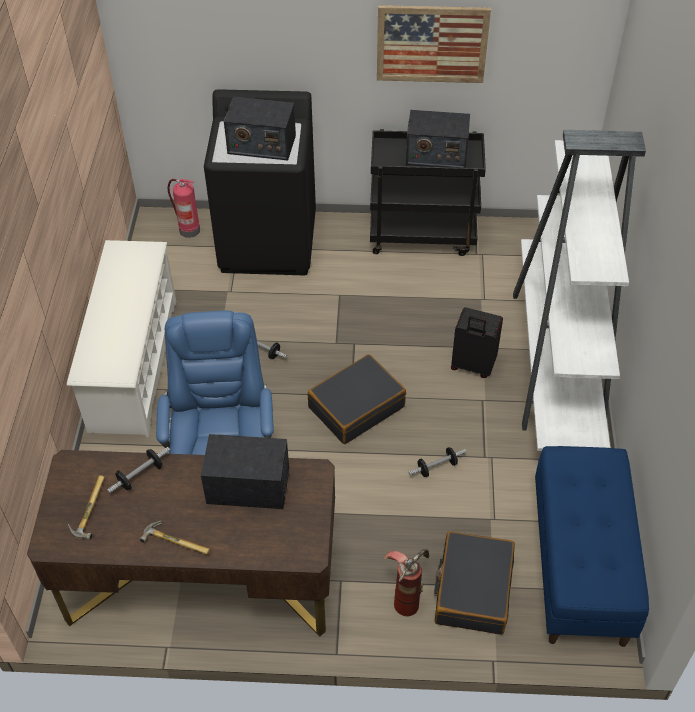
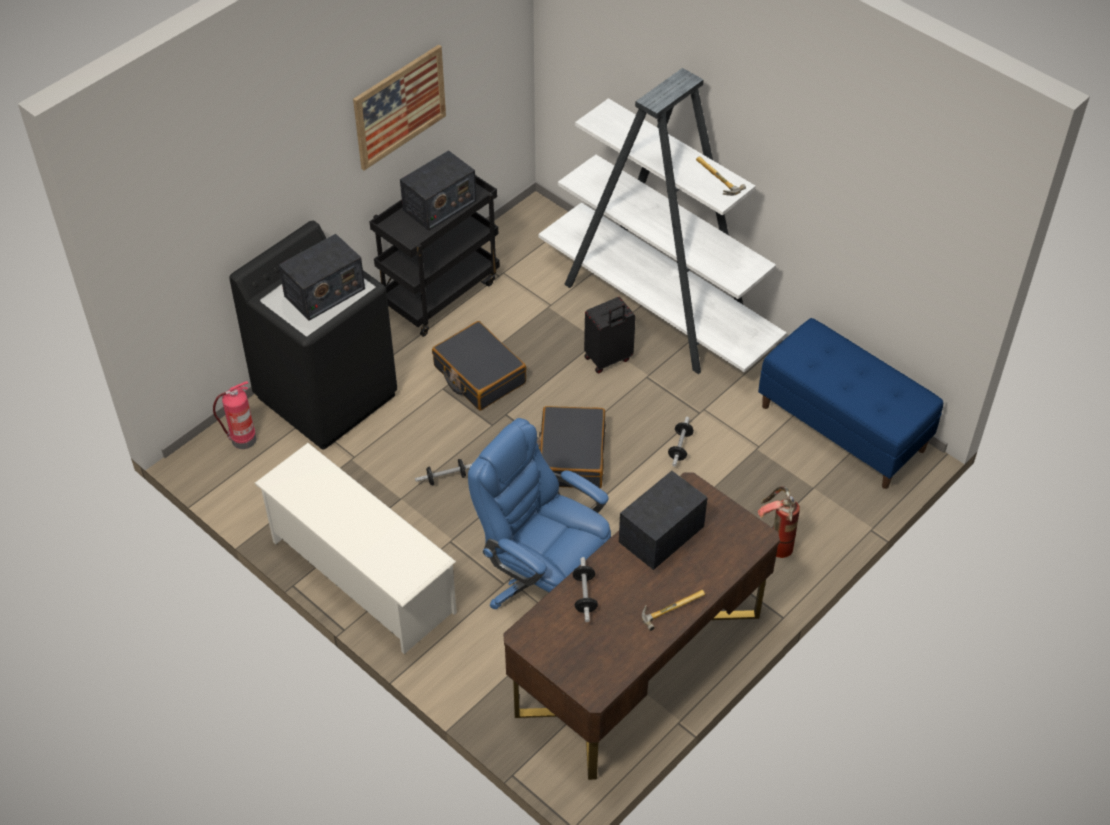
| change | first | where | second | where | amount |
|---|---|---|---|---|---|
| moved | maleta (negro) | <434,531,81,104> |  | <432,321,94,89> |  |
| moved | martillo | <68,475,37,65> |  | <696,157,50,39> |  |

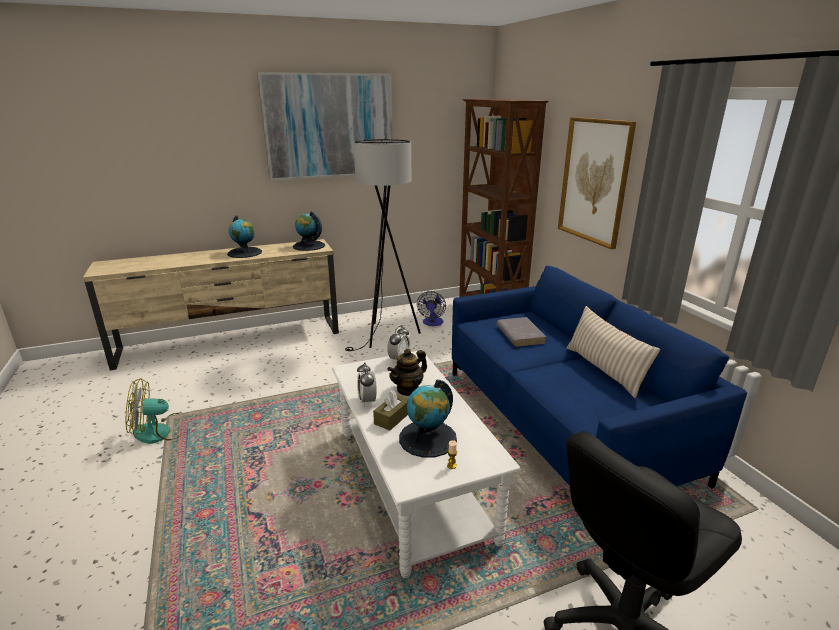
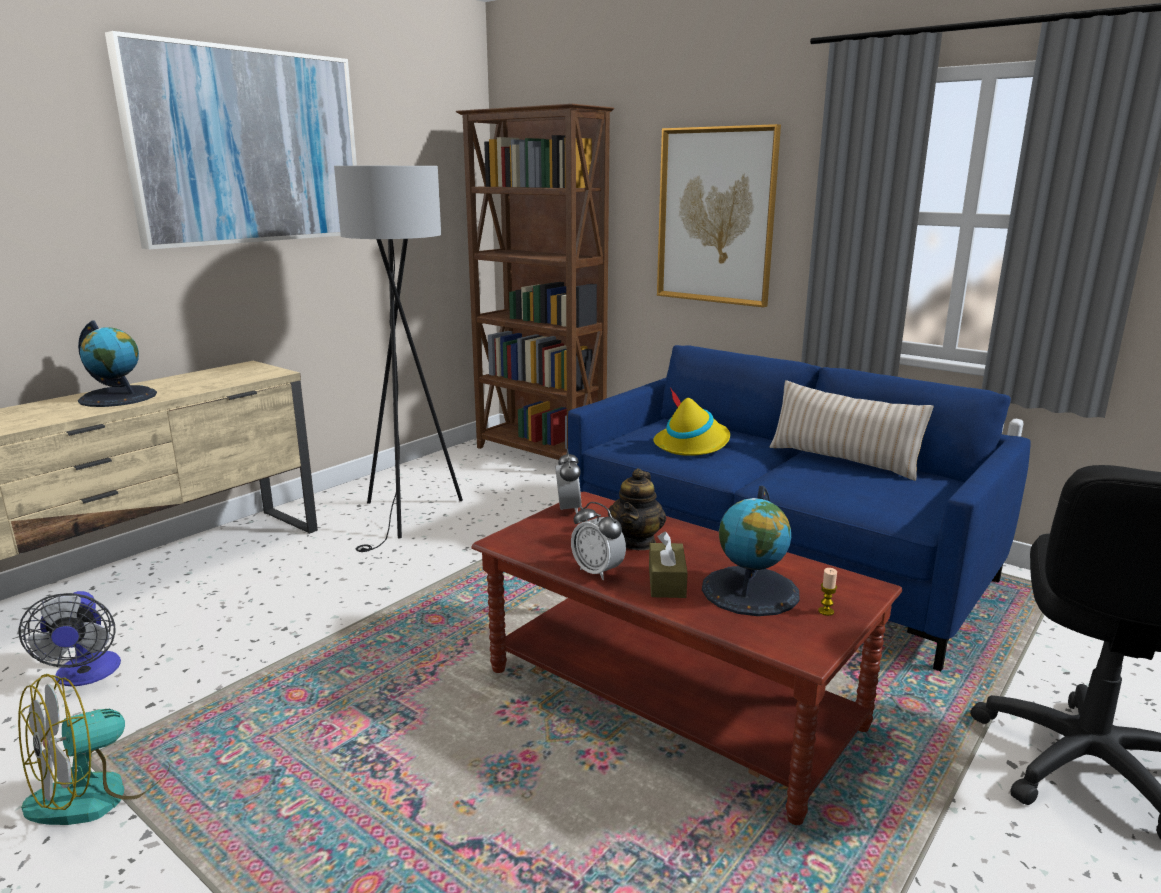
| change | first | where | second | where | amount |
|---|---|---|---|---|---|
| moved | ventilador | <417,291,29,35> |  | <18,591,103,96> |  |
| recoloured | mesa de centro (blanco) | <332,351,188,227> | mesa de centro (marrón) | <471,492,431,333> |  |
| replaced | libro (gris) | <496,317,50,30> | sombrero (amarillo) | <653,388,77,68> |  |
| removed | globo terráqueo | <293,211,32,40> |  |  |  |

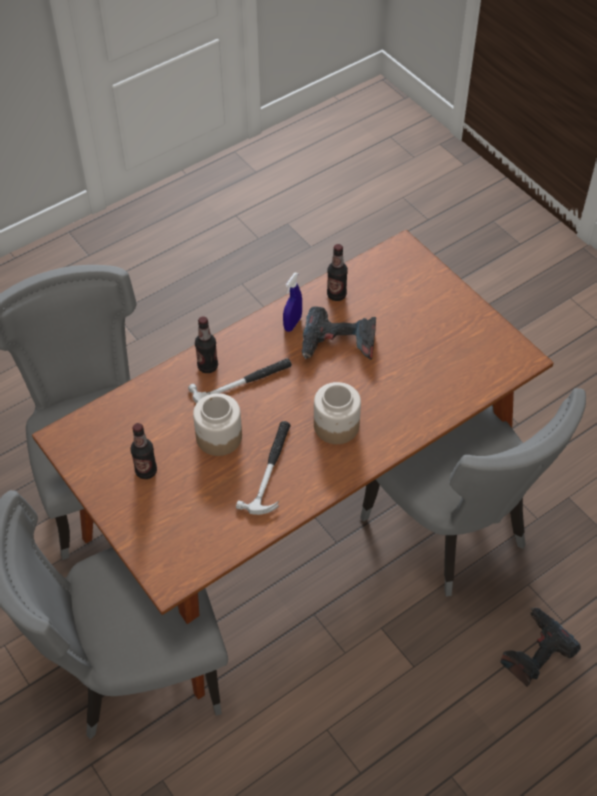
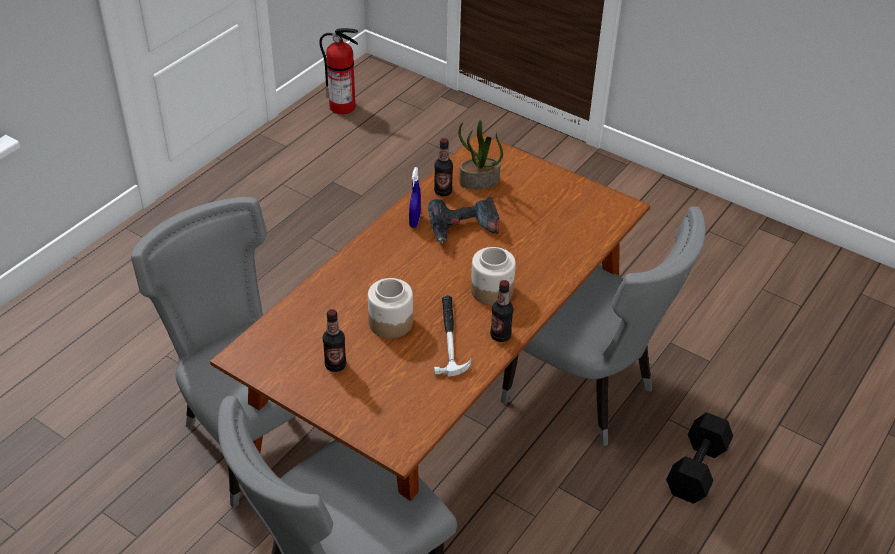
| change | first | where | second | where | amount |
|---|---|---|---|---|---|
| added |  |  | extintor | <319,28,39,86> |  |
| added |  |  | planta en maceta | <458,120,45,70> |  |
| moved | botella | <195,317,23,56> |  | <490,280,24,62> |  |
| replaced | taladro | <500,608,81,79> | mancuerna (negro) | <666,413,67,91> |  |
| removed | martillo | <188,358,104,46> |  |  |  |

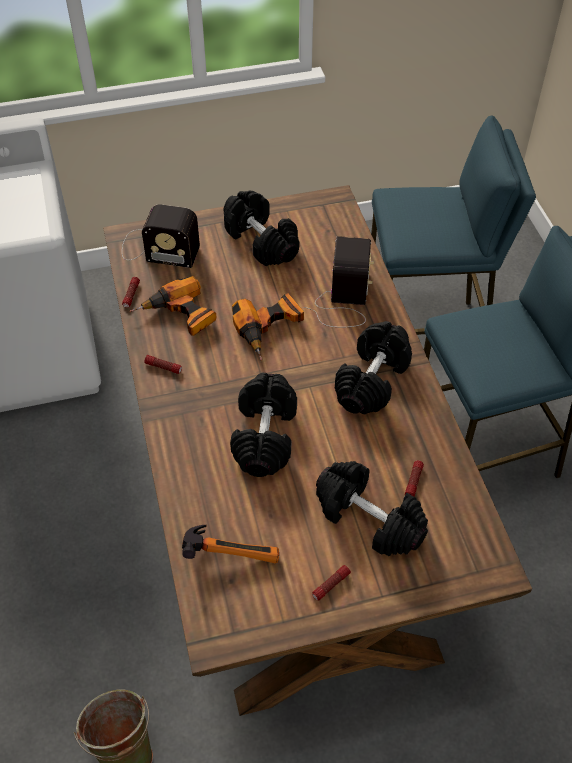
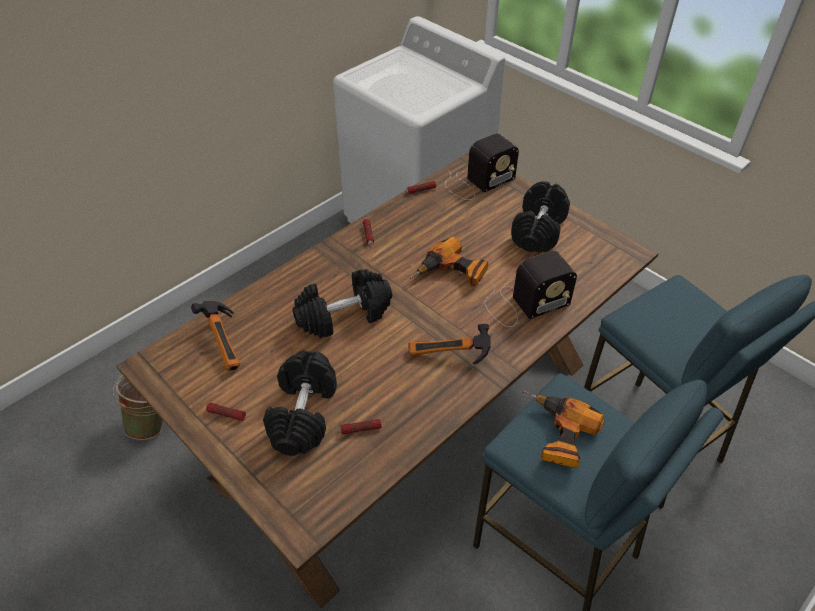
| change | first | where | second | where | amount |
|---|---|---|---|---|---|
| replaced | mancuerna (negro) | <335,321,77,93> | martillo | <408,324,83,41> |  |
| turned | radio | <122,204,78,64> |  | <445,133,74,67> | 105 degrees counterclockwise |
| moved | taladro | <129,276,87,60> |  | <523,391,81,77> |  |

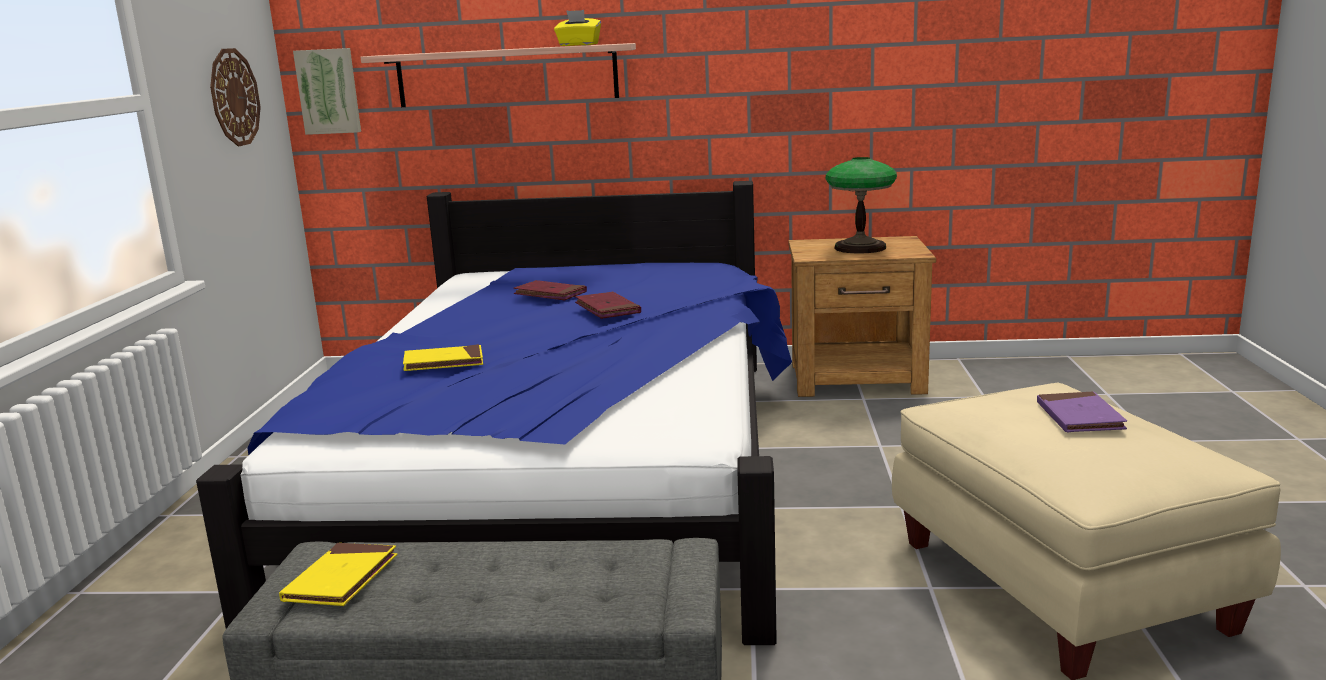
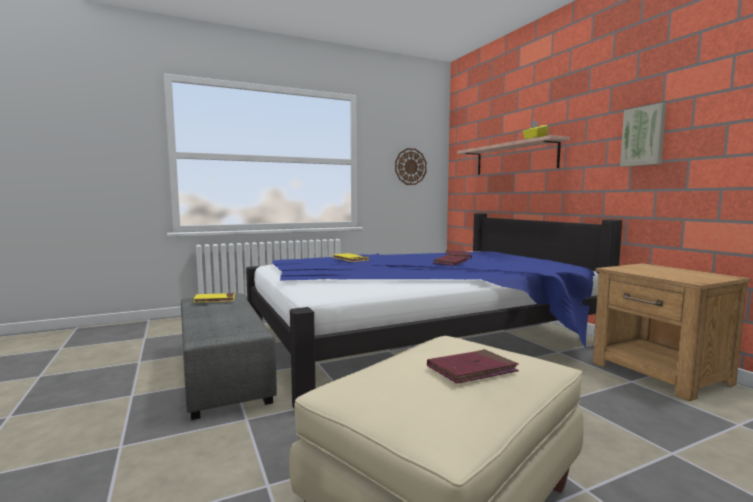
| change | first | where | second | where | amount |
|---|---|---|---|---|---|
| recoloured | libro (morado) | <1037,392,90,40> | libro (rojo) | <427,349,92,35> |  |
| moved | cuadro | <293,48,68,87> |  | <620,103,46,64> |  |
| removed | lámpara de mesa | <826,157,71,97> |  |  |  |

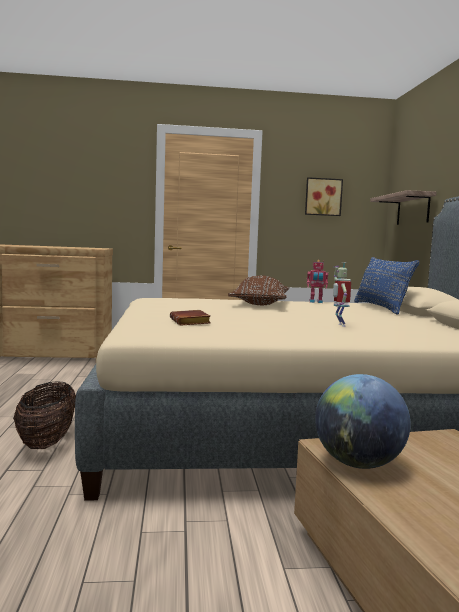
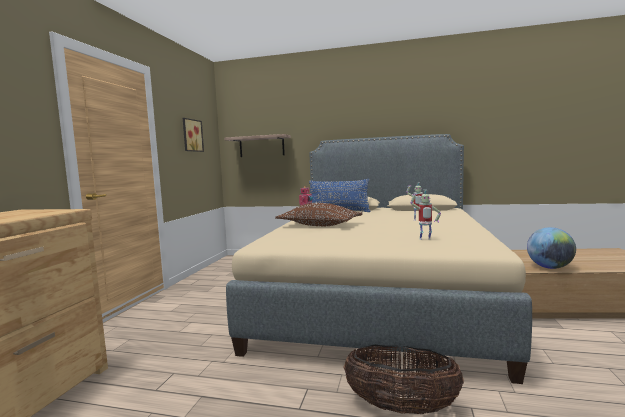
| change | first | where | second | where | amount |
|---|---|---|---|---|---|
| replaced | libro (marrón) | <170,310,41,16> | robot de juguete | <410,190,31,50> |  |

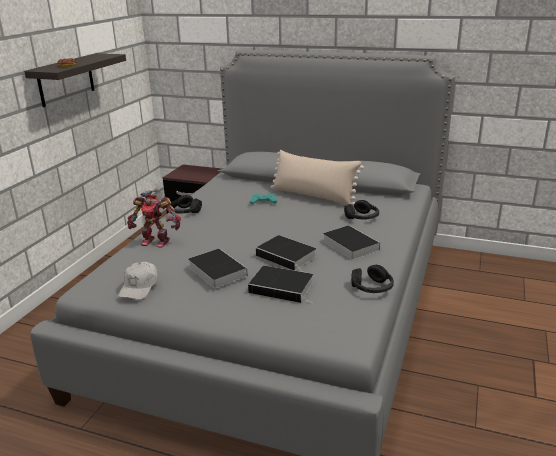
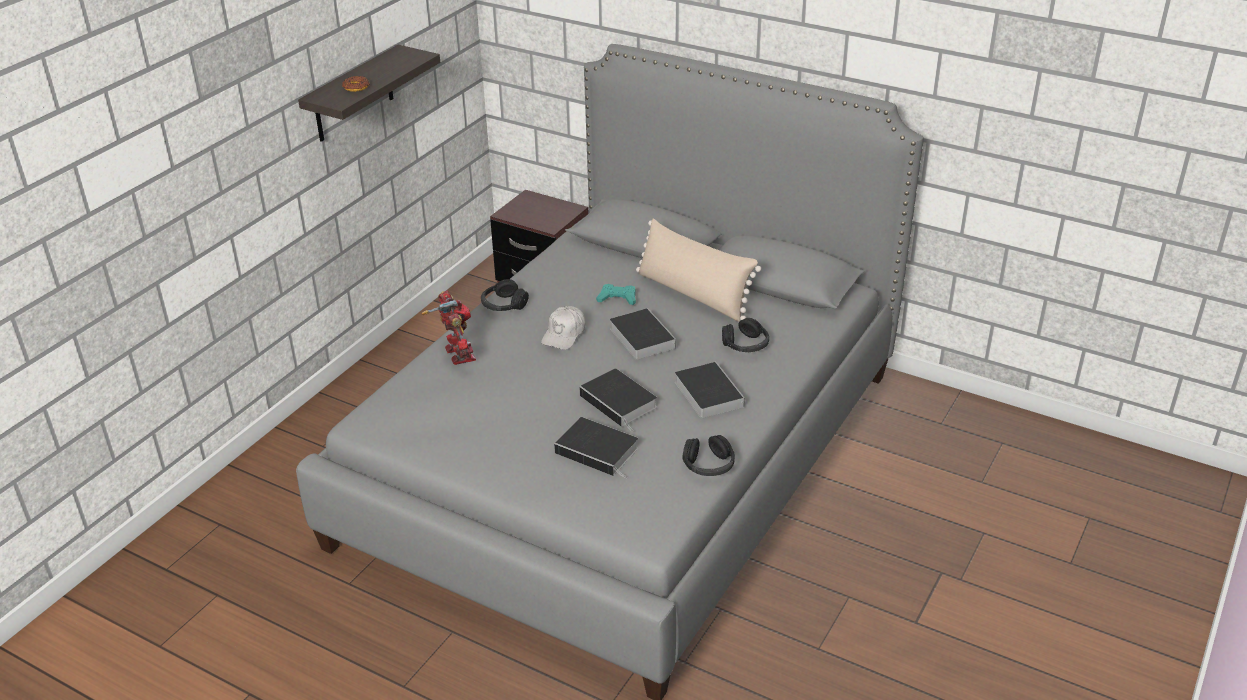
| change | first | where | second | where | amount |
|---|---|---|---|---|---|
| turned | robot de juguete | <127,189,54,59> |  | <422,291,54,74> | 135 degrees counterclockwise |
| moved | gorra (blanco) | <118,262,40,38> |  | <541,306,44,44> |  |
| moved | libro | <188,248,59,41> |  | <610,308,66,52> |  |

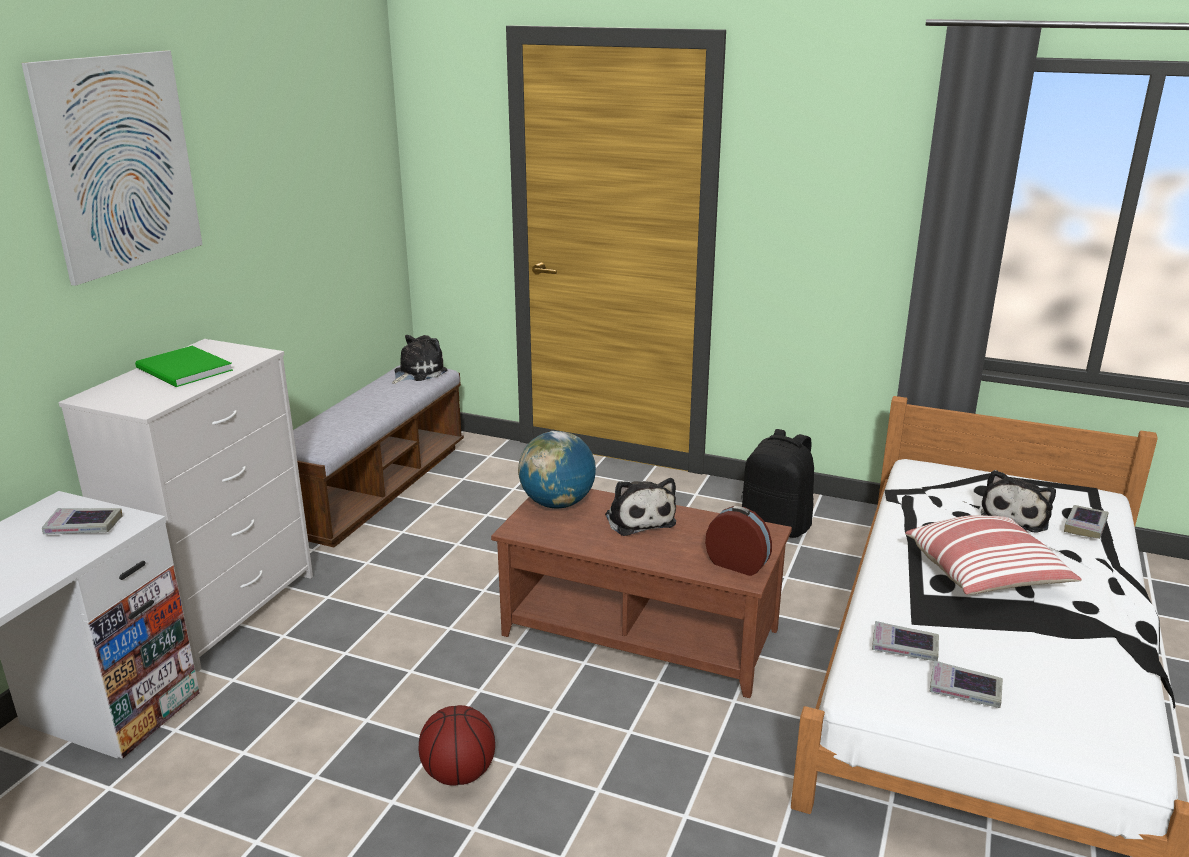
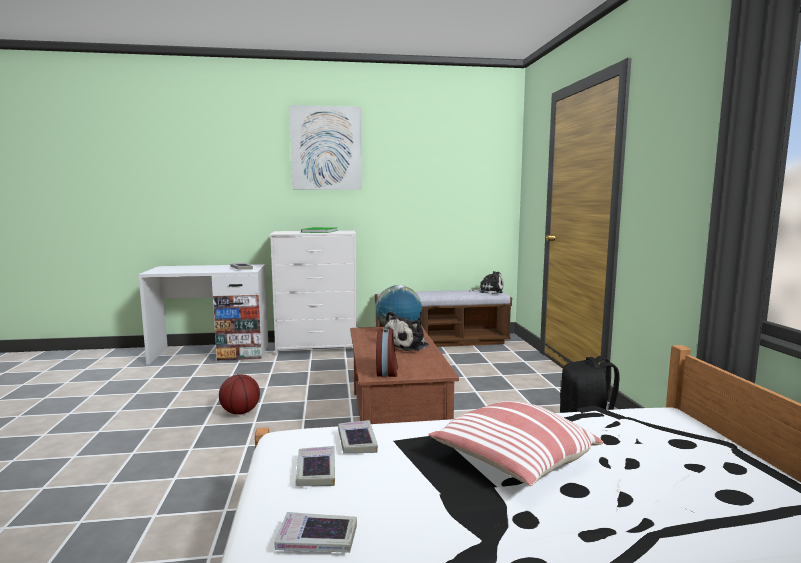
| change | first | where | second | where | amount |
|---|---|---|---|---|---|
| moved | libro | <1064,505,44,34> |  | <275,512,82,41> |  |
| removed | peluche | <981,470,75,63> |  |  |  |

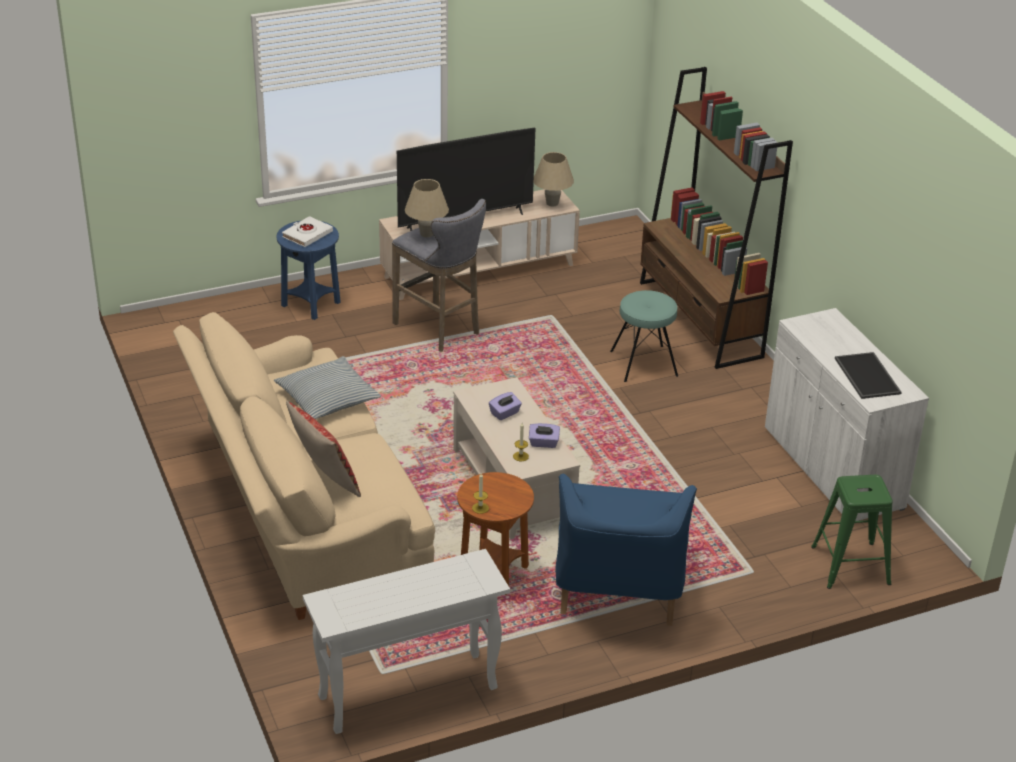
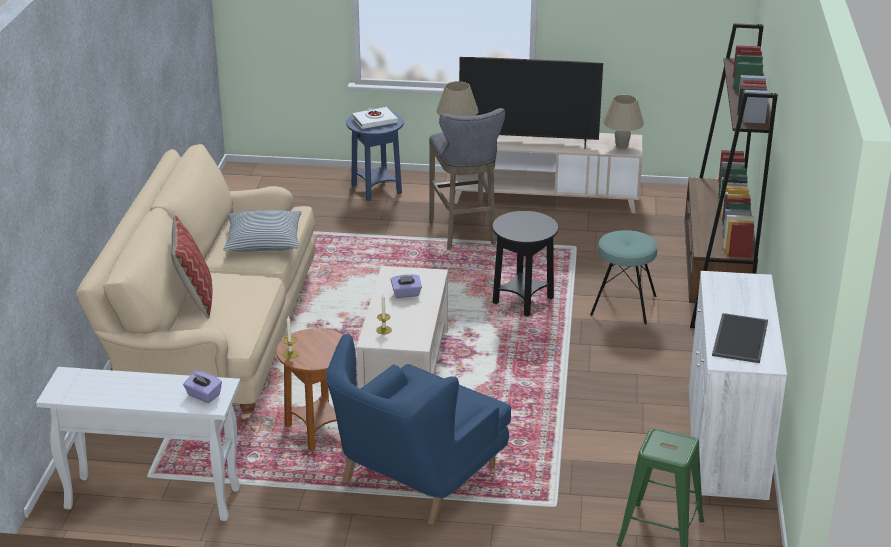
| change | first | where | second | where | amount |
|---|---|---|---|---|---|
| moved | caja de pañuelos (morado) | <529,423,31,25> |  | <183,371,39,32> |  |
| added |  |  | mesa auxiliar (negro) | <492,211,66,106> |  |

